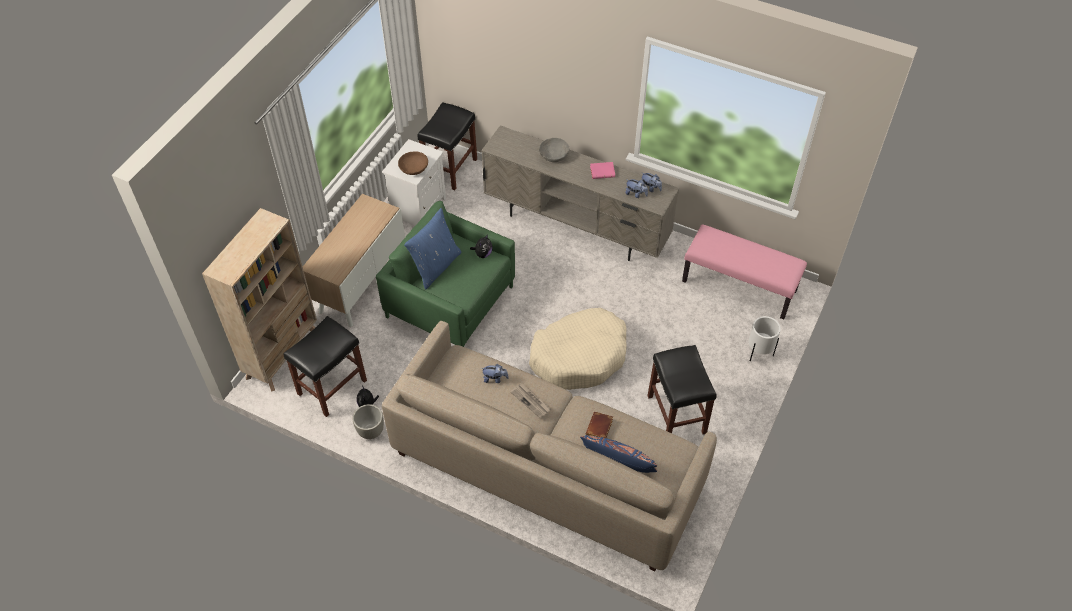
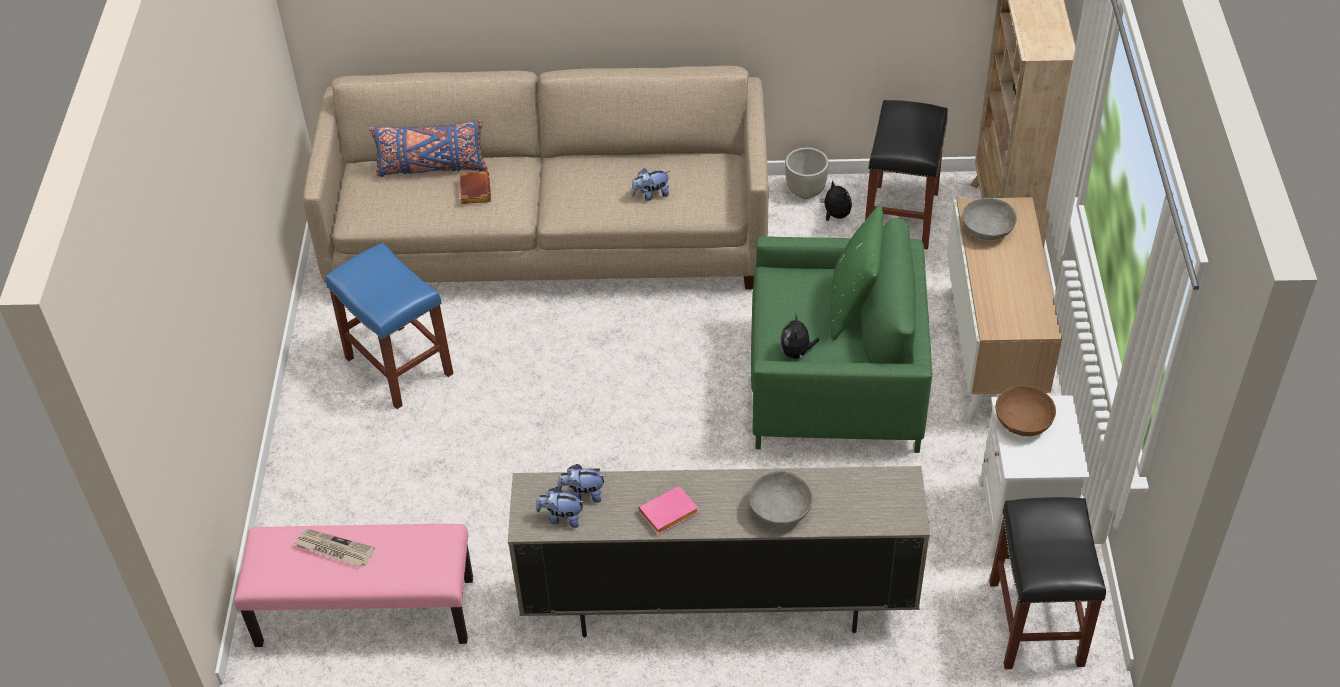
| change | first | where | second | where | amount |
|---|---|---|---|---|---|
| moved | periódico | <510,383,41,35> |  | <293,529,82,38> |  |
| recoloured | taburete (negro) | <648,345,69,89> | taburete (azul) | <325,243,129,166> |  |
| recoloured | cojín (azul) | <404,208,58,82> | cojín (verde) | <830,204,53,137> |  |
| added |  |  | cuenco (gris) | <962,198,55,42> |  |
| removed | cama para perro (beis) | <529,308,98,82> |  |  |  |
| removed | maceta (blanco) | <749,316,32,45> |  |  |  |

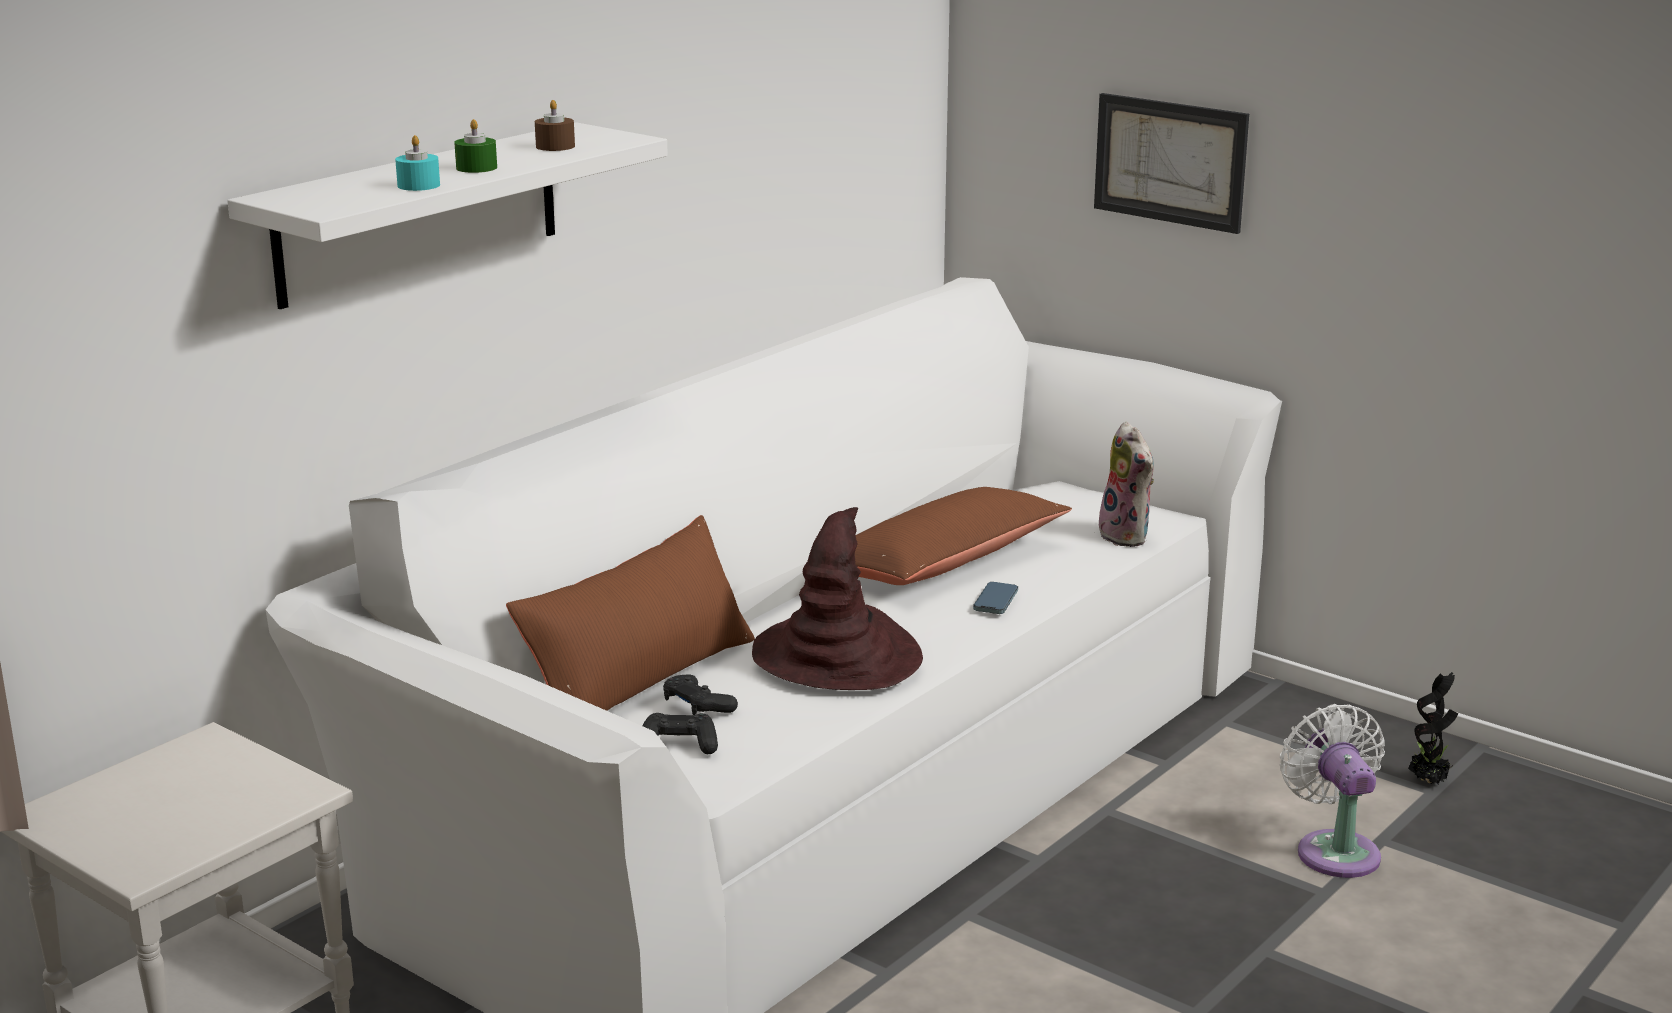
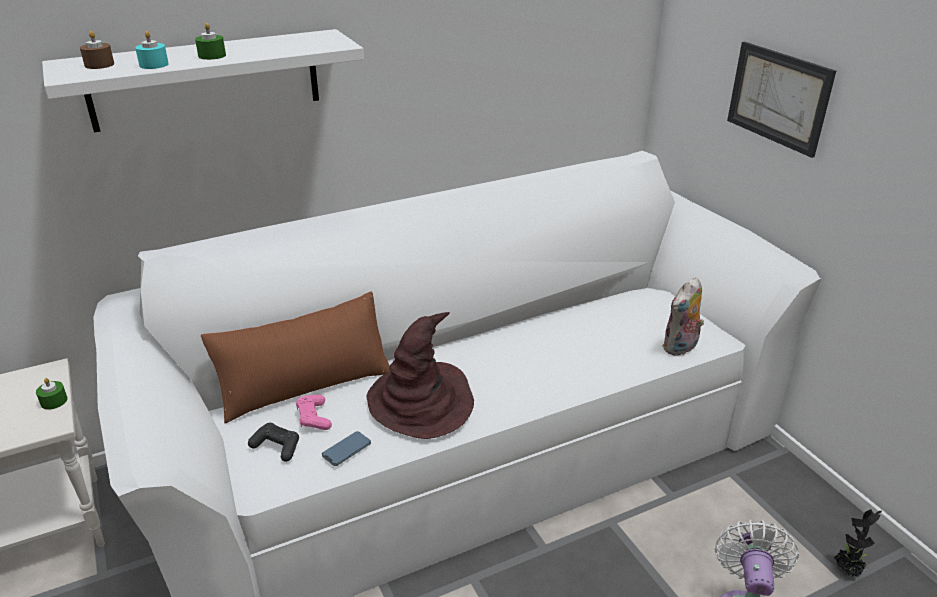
| change | first | where | second | where | amount |
|---|---|---|---|---|---|
| added |  |  | vela (verde) | <36,378,32,32> |  |
| moved | vela (marrón) | <535,100,40,51> |  | <80,31,34,38> |  |
| recoloured | mando de consola (negro) | <663,674,75,41> | mando de consola (rosa) | <296,395,36,35> |  |
| moved | móvil | <973,582,45,32> |  | <322,431,49,35> |  |
| turned | peluche | <1099,422,55,125> |  | <662,277,42,79> | 45 degrees clockwise |
| removed | cojín (marrón) | <855,487,217,98> |  |  |  |

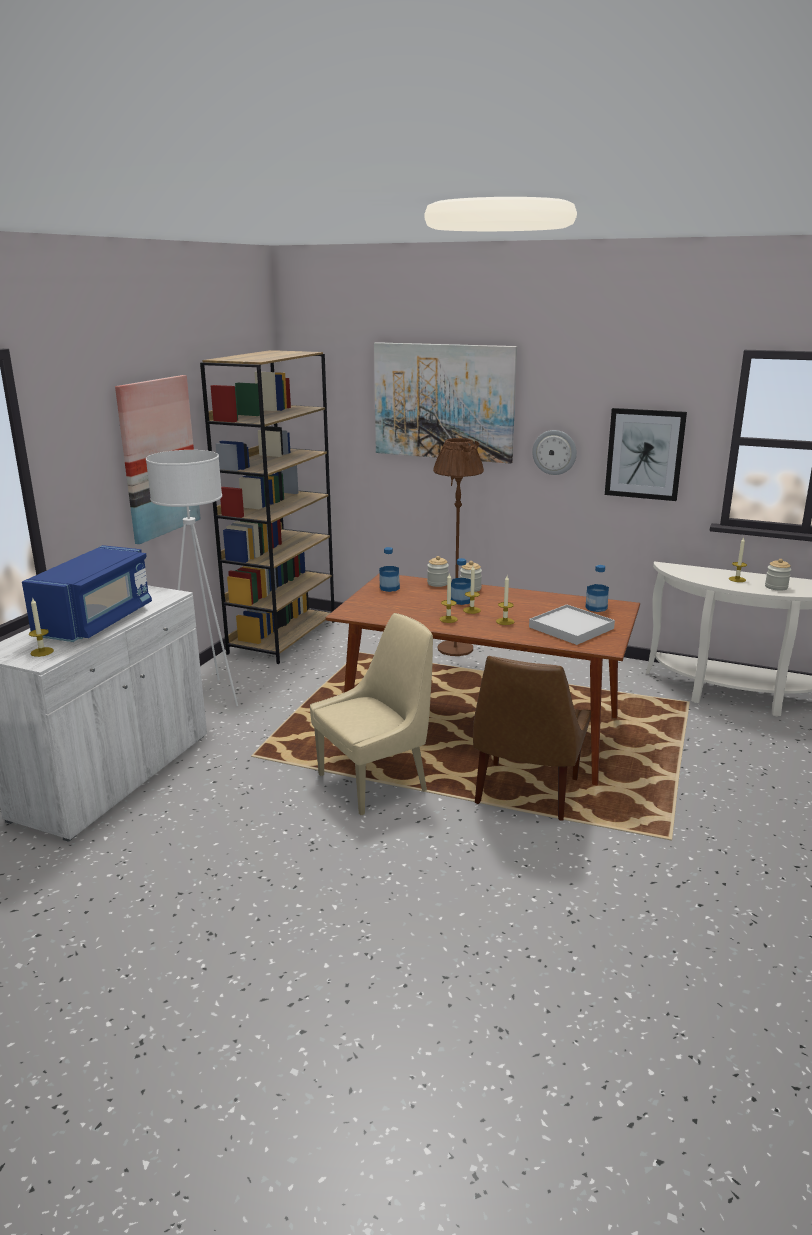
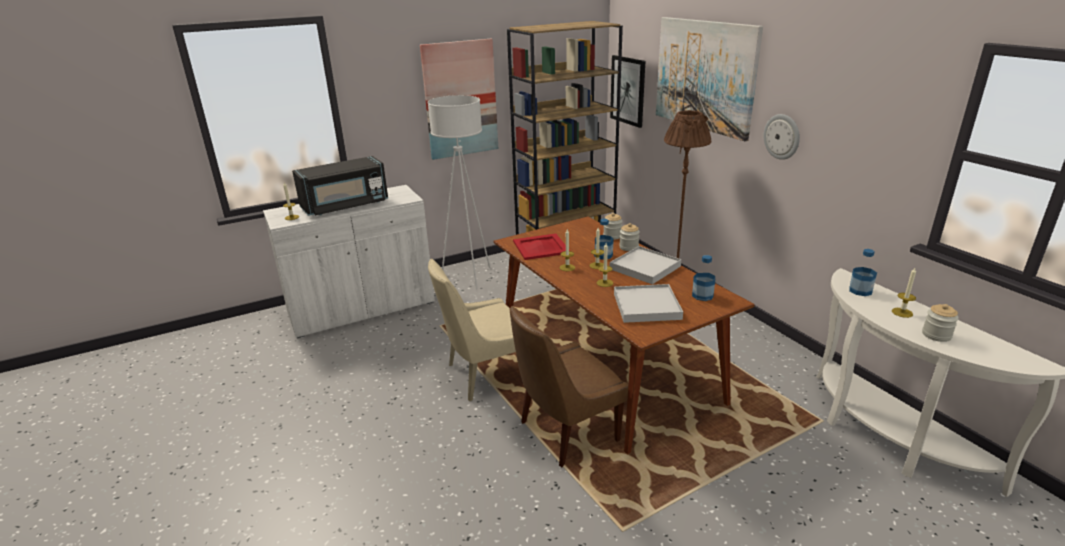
| change | first | where | second | where | amount |
|---|---|---|---|---|---|
| recoloured | microondas (azul) | <22,545,130,97> | microondas (negro) | <292,156,96,60> |  |
| turned | silla (beis) | <310,613,123,202> |  | <428,259,88,142> | 150 degrees clockwise |
| added |  |  | bandeja (rojo) | <513,234,57,26> |  |
| moved | cuadro | <605,408,82,93> |  | <610,55,35,73> |  |
| added |  |  | bandeja (blanco) | <610,246,71,38> |  |
| moved | botella | <379,547,21,45> |  | <849,249,28,47> |  |

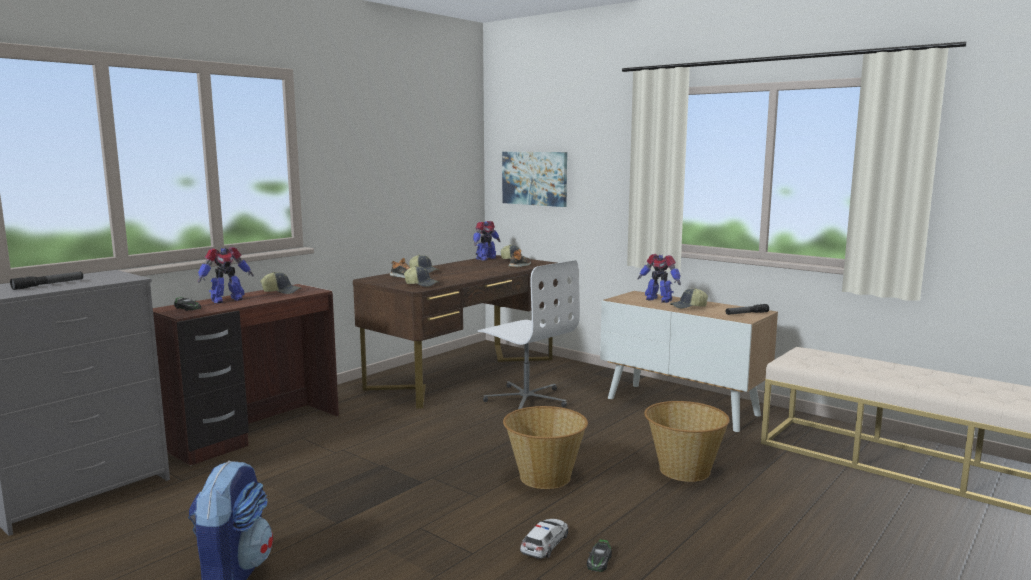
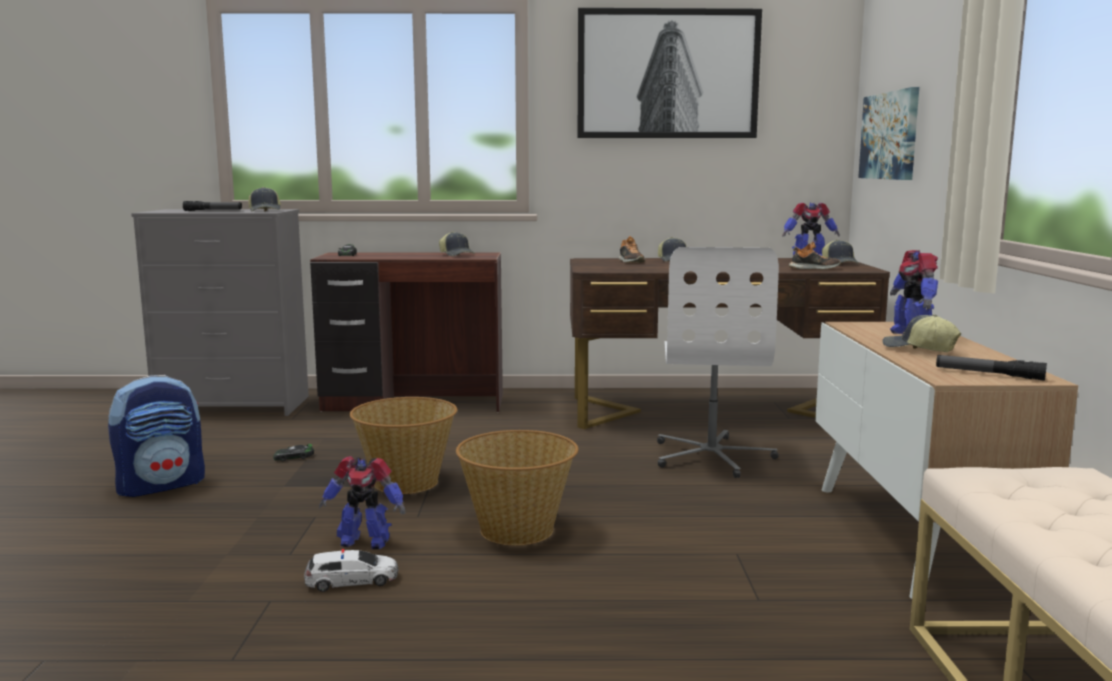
| change | first | where | second | where | amount |
|---|---|---|---|---|---|
| moved | gorra | <404,266,35,21> |  | <249,187,32,24> |  |
| moved | coche de juguete | <587,539,25,33> |  | <273,444,41,17> |  |
| moved | robot de juguete | <198,247,56,56> |  | <319,456,86,93> |  |
| moved | cesta | <644,401,86,81> |  | <350,397,107,97> |  |
| added |  |  | cuadro | <578,8,184,130> |  |

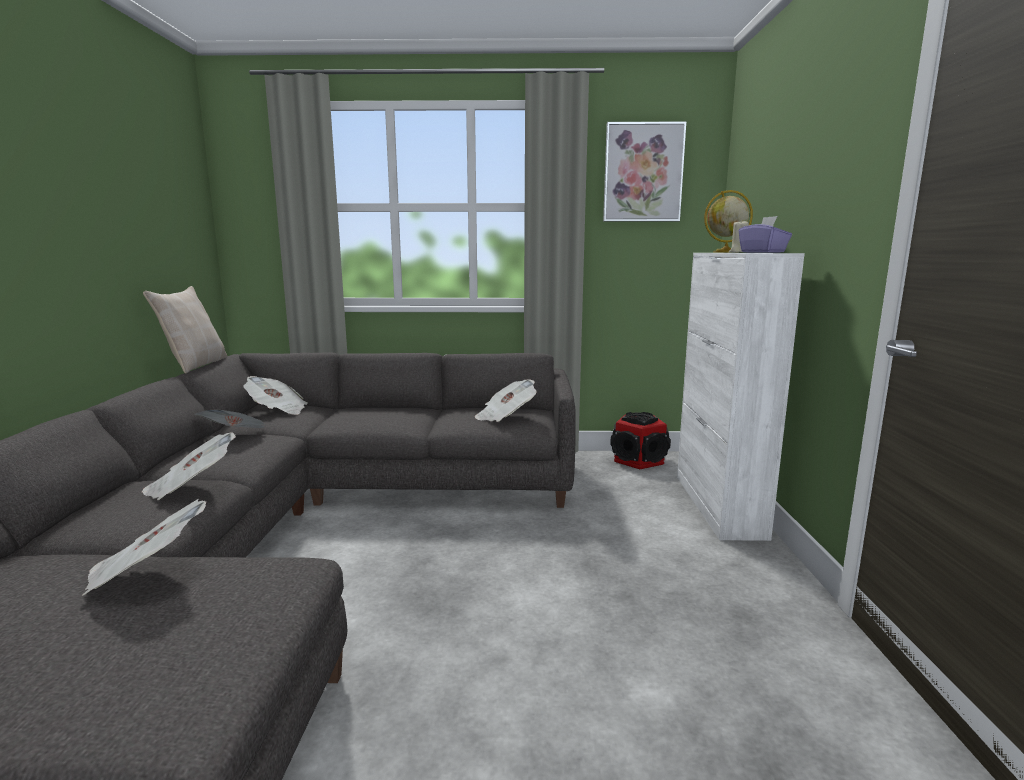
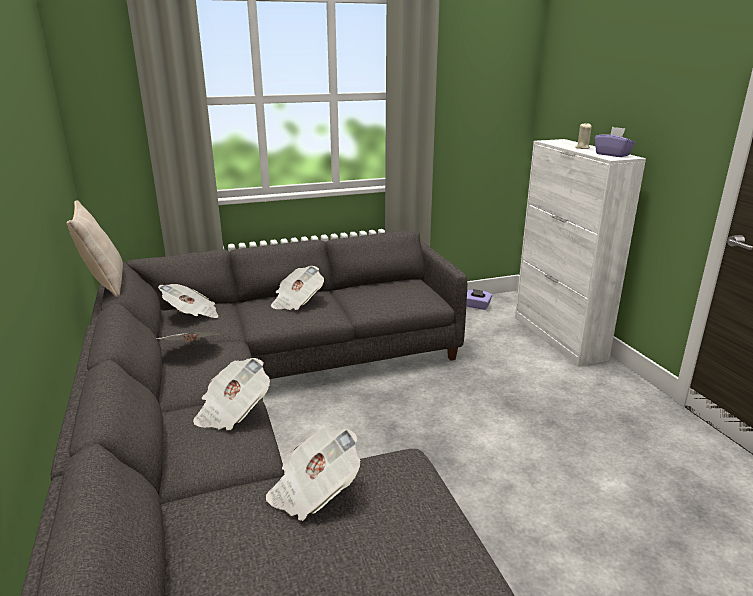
| change | first | where | second | where | amount |
|---|---|---|---|---|---|
| moved | periódico | <475,379,61,43> |  | <271,266,53,44> |  |
| replaced | altavoz | <610,412,61,57> | caja de pañuelos (morado) | <466,289,26,21> |  |
| removed | cuadro | <603,122,84,100> |  |  |  |
| removed | globo terráqueo | <704,190,49,62> |  |  |  |

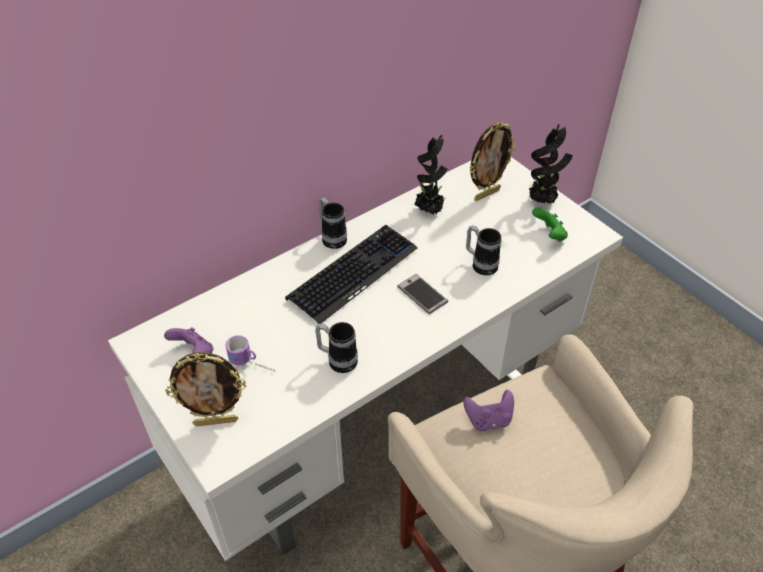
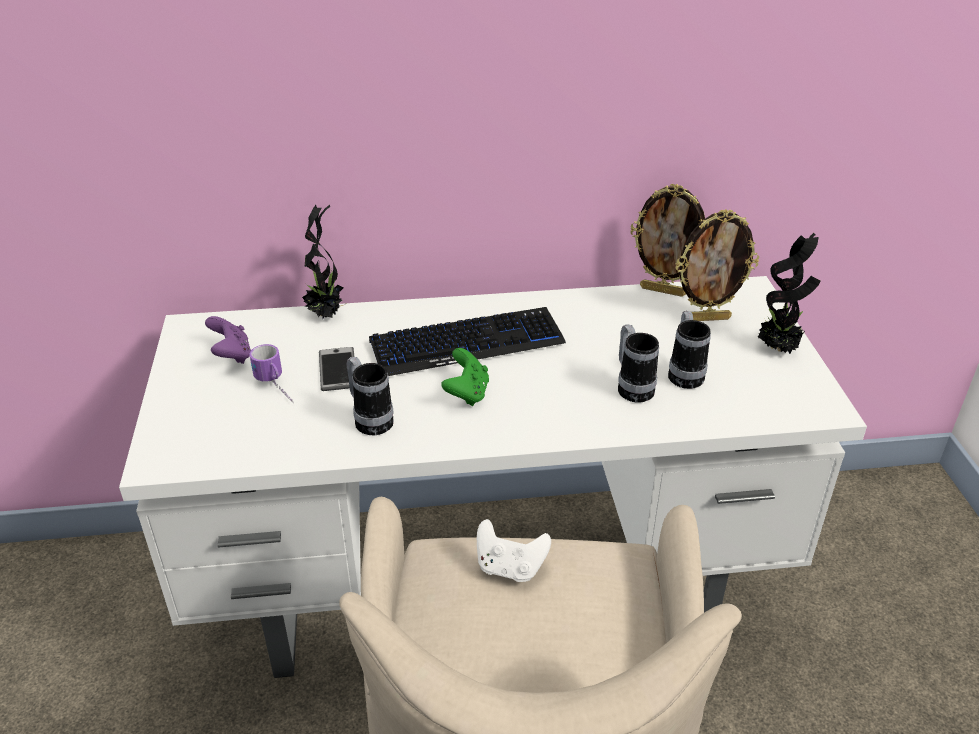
| change | first | where | second | where | amount |
|---|---|---|---|---|---|
| moved | planta en maceta | <414,135,34,80> |  | <302,205,43,115> |  |
| moved | móvil | <397,274,51,40> |  | <319,347,35,44> |  |
| moved | mando de consola (verde) | <532,207,36,35> |  | <441,348,48,58> |  |
| recoloured | mando de consola (morado) | <463,390,51,41> | mando de consola (blanco) | <477,519,74,63> |  |
| moved | portarretratos | <165,352,81,74> |  | <630,184,75,113> |  |
| moved | taza grande | <319,197,28,52> |  | <668,311,43,78> |  |

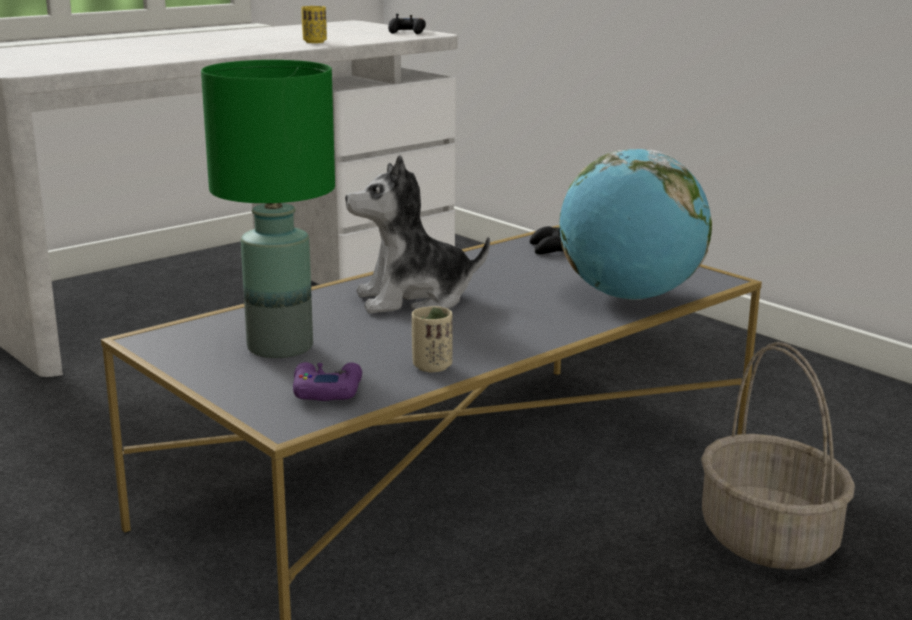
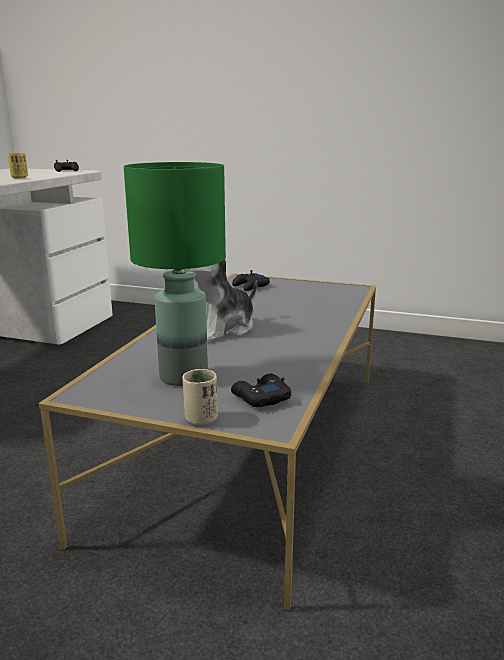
| change | first | where | second | where | amount |
|---|---|---|---|---|---|
| moved | taza (beis) | <412,306,41,66> |  | <182,369,36,56> |  |
| recoloured | mando de consola (morado) | <293,362,69,39> | mando de consola (negro) | <231,374,60,33> |  |
| removed | globo terráqueo | <559,149,153,151> |  |  |  |
| removed | cesta | <701,342,154,228> |  |  |  |

